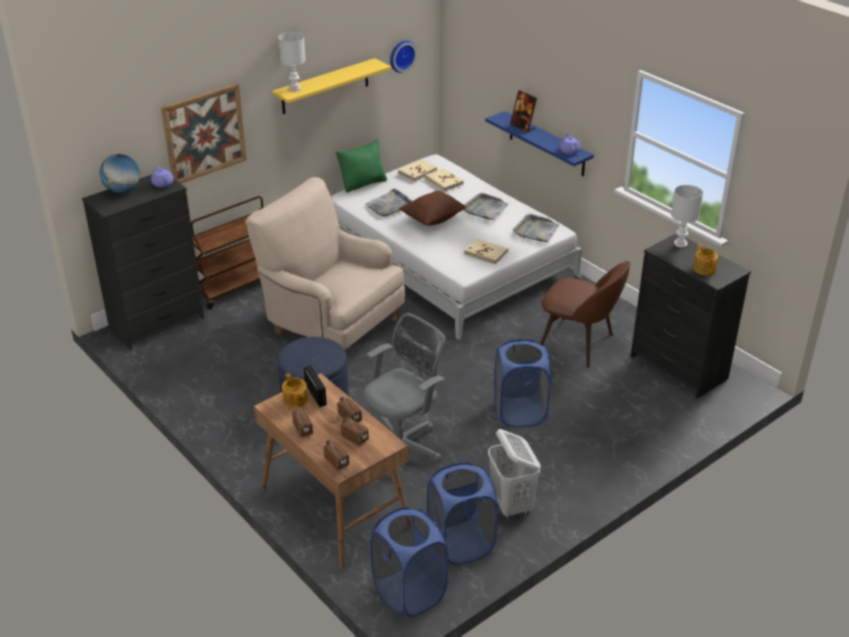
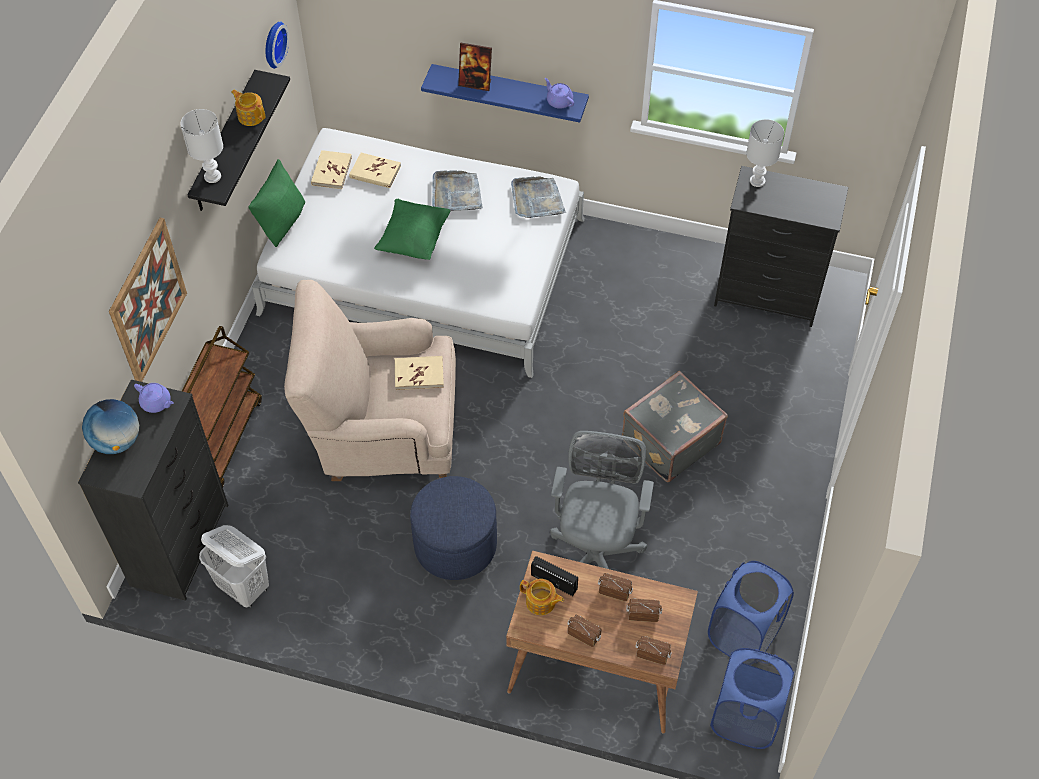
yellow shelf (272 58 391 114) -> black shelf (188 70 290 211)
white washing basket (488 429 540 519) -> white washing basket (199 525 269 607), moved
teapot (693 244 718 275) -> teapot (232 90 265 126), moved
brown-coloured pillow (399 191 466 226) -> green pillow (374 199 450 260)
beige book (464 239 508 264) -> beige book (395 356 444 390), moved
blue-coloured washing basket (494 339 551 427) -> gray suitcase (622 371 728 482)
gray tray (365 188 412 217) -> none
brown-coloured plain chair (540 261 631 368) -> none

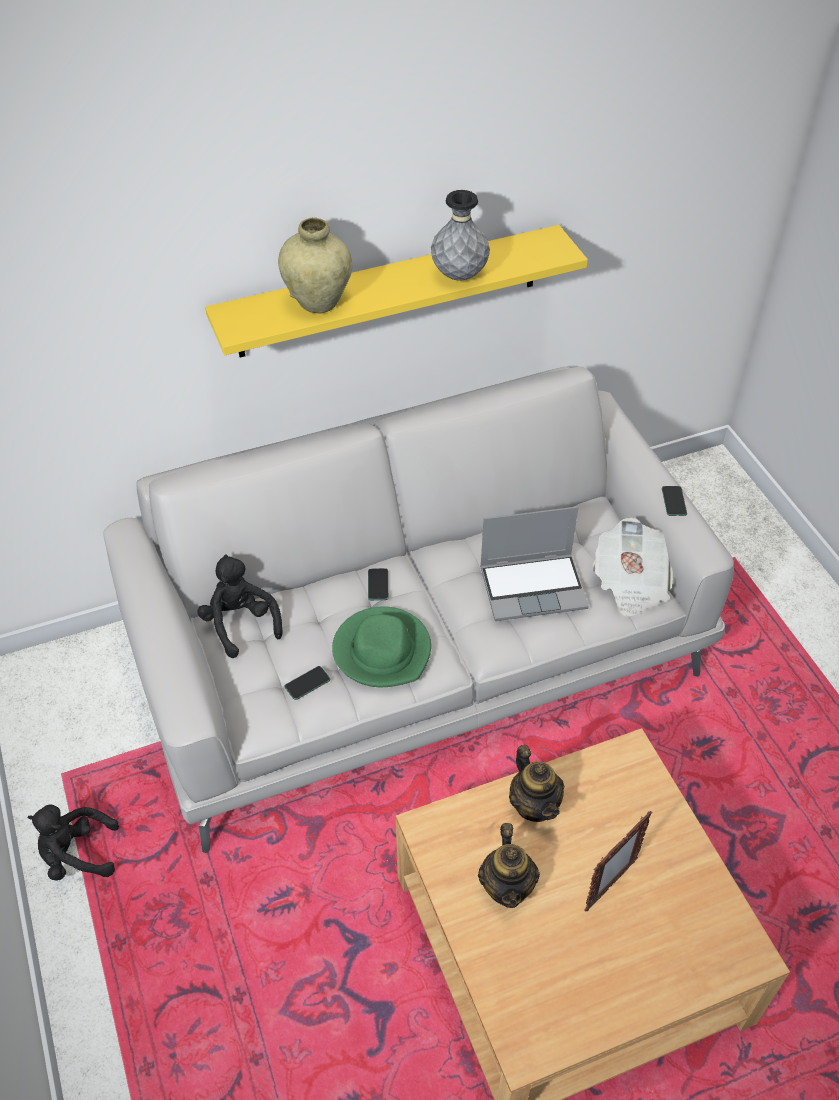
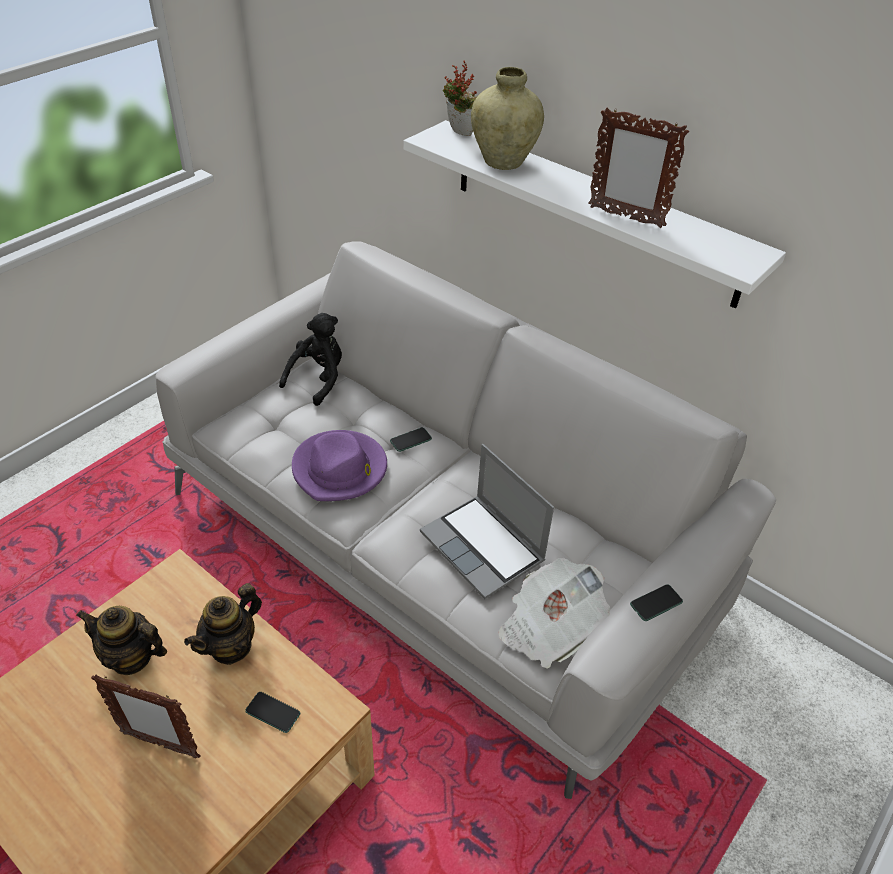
teapot (478 823 540 908) -> teapot (76 606 167 675), 45 degrees clockwise
telephone (284 666 330 700) -> telephone (245 692 300 733), moved
green wearable hat (332 606 431 687) -> purplish wearable hat (292 430 387 501)
yellow shelf (205 225 588 357) -> white shelf (404 120 786 309)
none -> plant in a pot (443 61 477 136)
gray flower vase (431 190 490 281) -> picture frame (588 108 689 228)
black cuddly toy (27 804 119 881) -> none

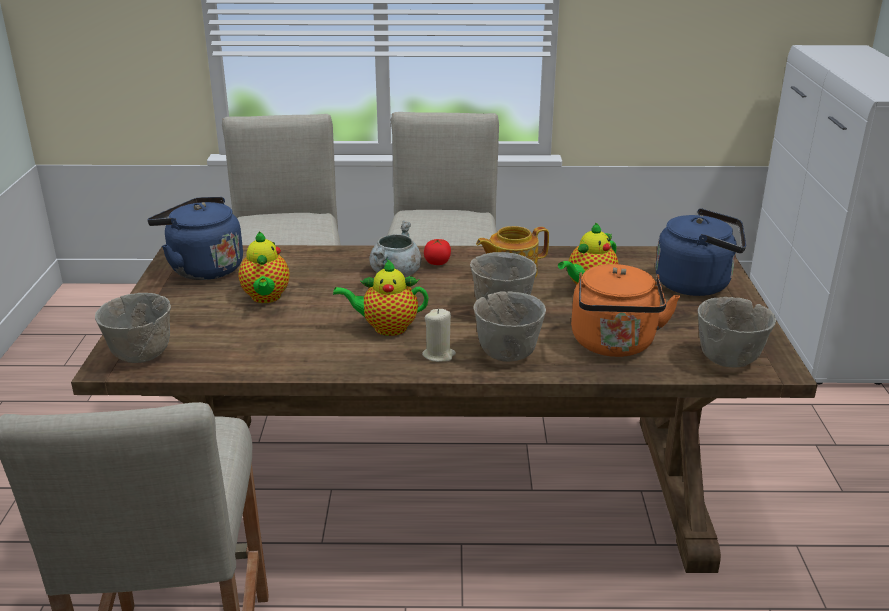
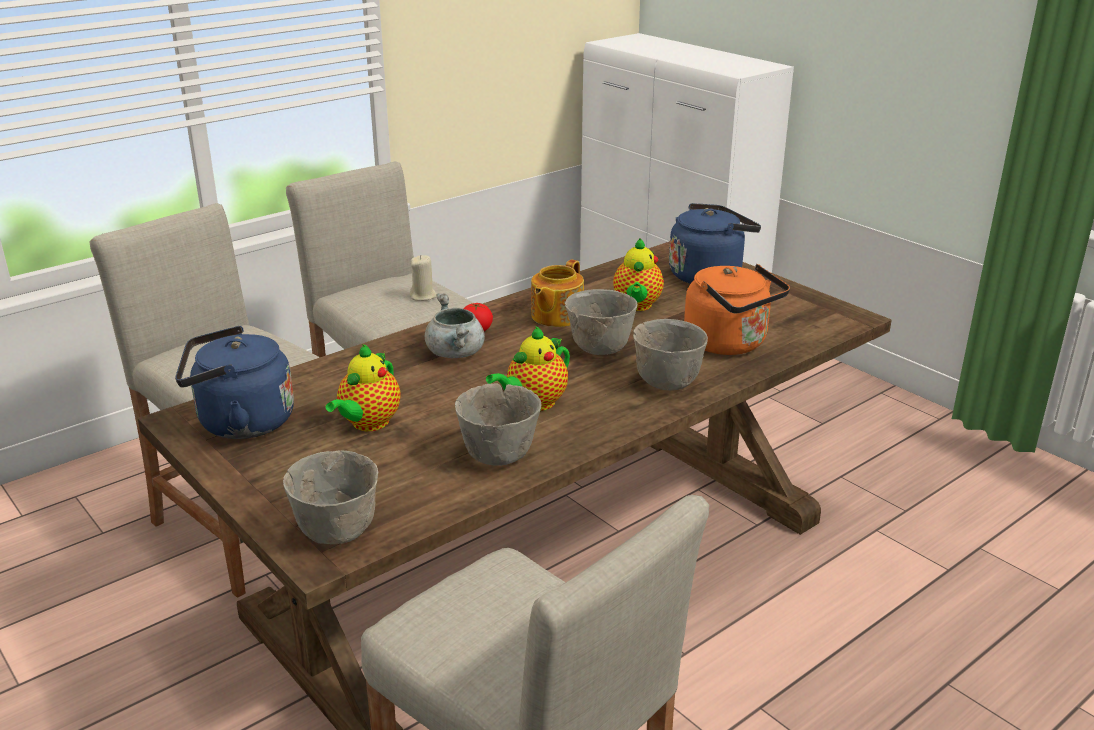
teapot (238 231 290 303) -> teapot (326 344 401 431), 75 degrees clockwise
beige wax light (422 309 456 362) -> beige wax light (410 255 437 301), moved
gray deep dish (698 297 776 367) -> gray deep dish (455 383 541 466), moved

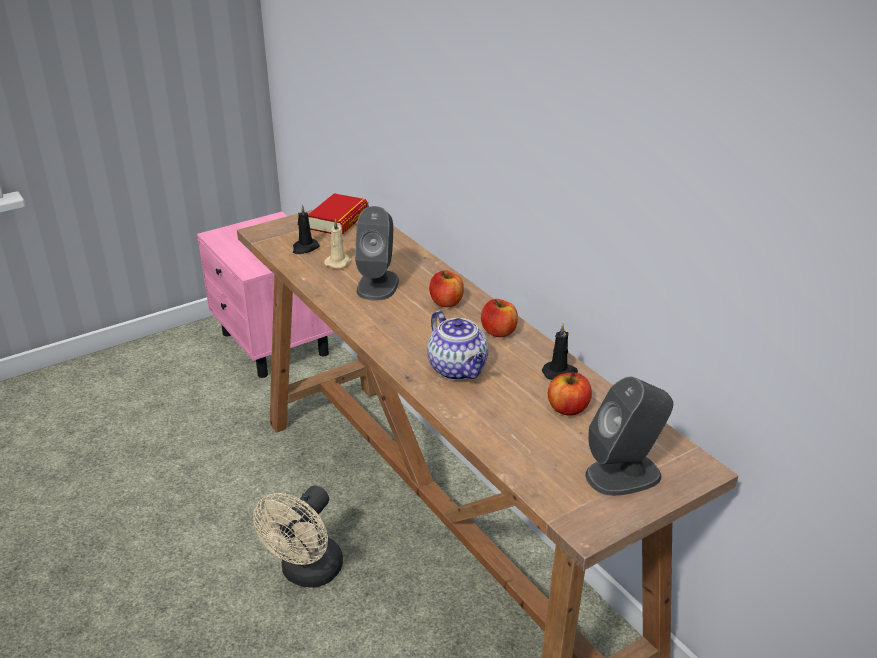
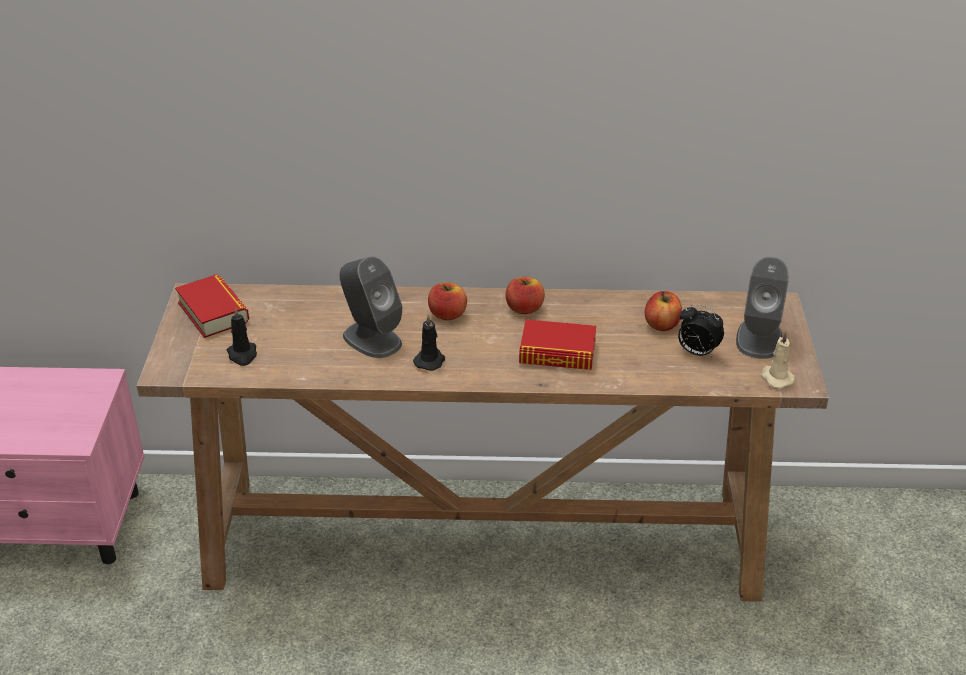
black wax light (542 323 578 380) -> black wax light (413 314 445 371), moved
teapot (427 310 488 380) -> book (519 319 596 370)
none -> bedside clock (678 304 724 358)
beige wax light (324 218 352 269) -> beige wax light (761 331 795 389), moved
beige cooling fan (253 486 343 588) -> none

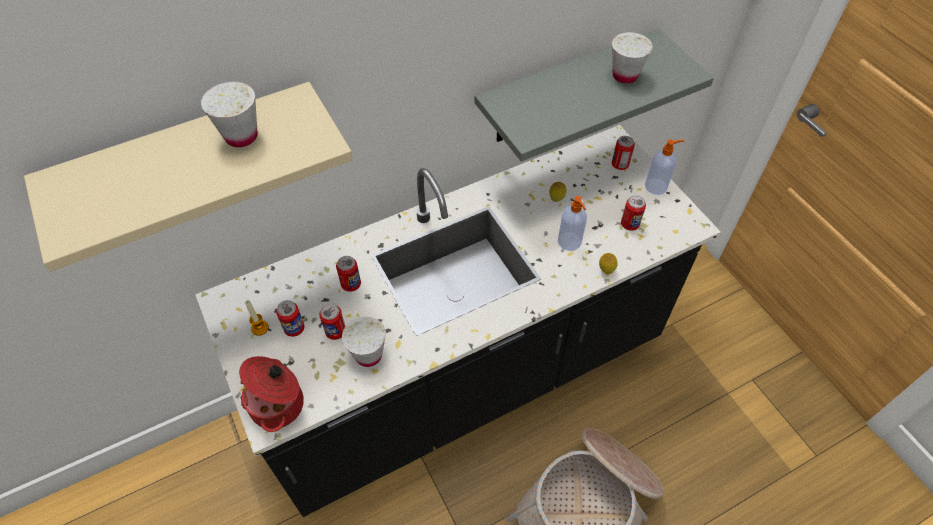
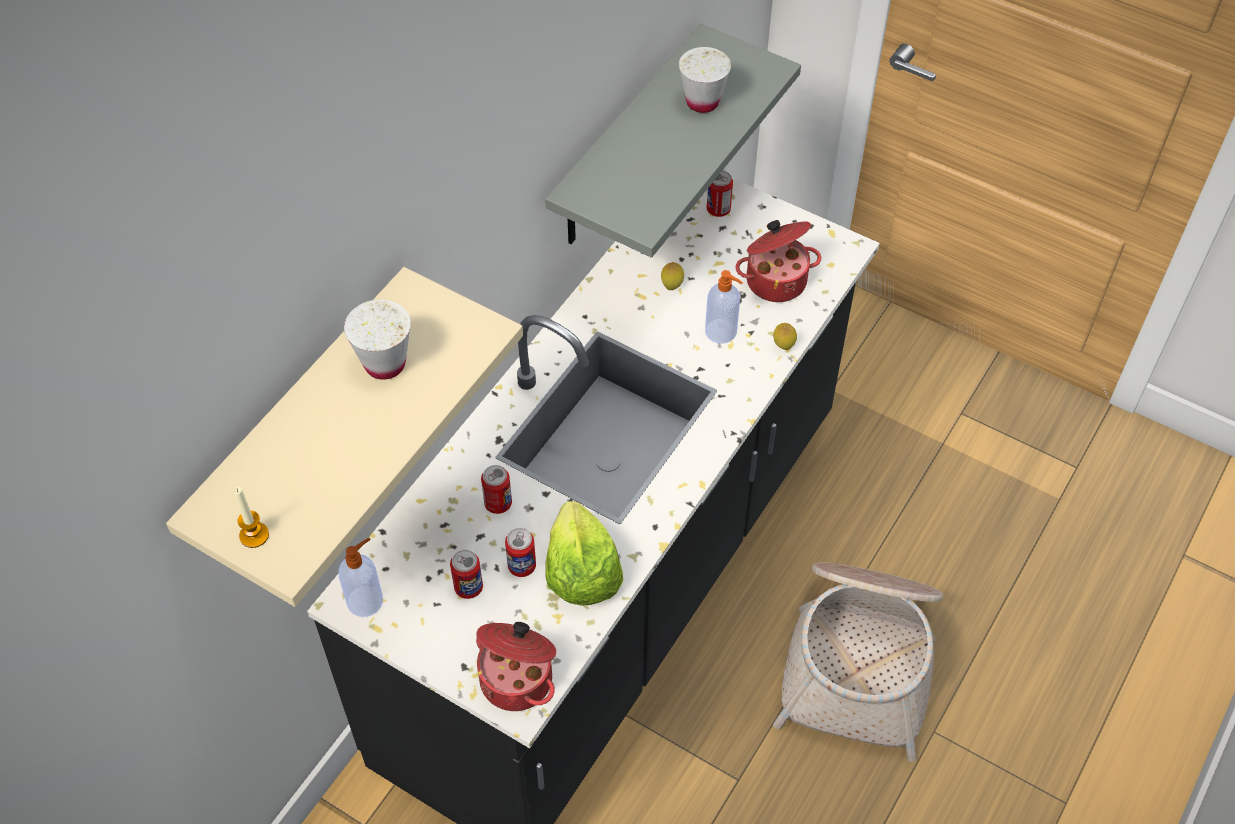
wax light (245 300 269 336) -> wax light (234 487 269 548), moved
soap dispenser (645 140 684 195) -> soap dispenser (339 538 383 617), moved
white drinking cup (342 317 386 367) -> head of lettuce (545 501 623 606)
metal can (621 195 646 231) -> cooking pot (735 220 821 302)

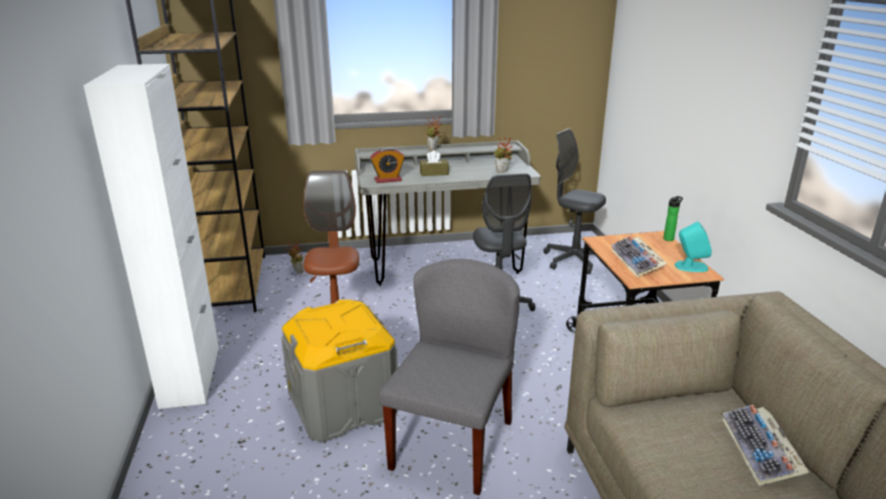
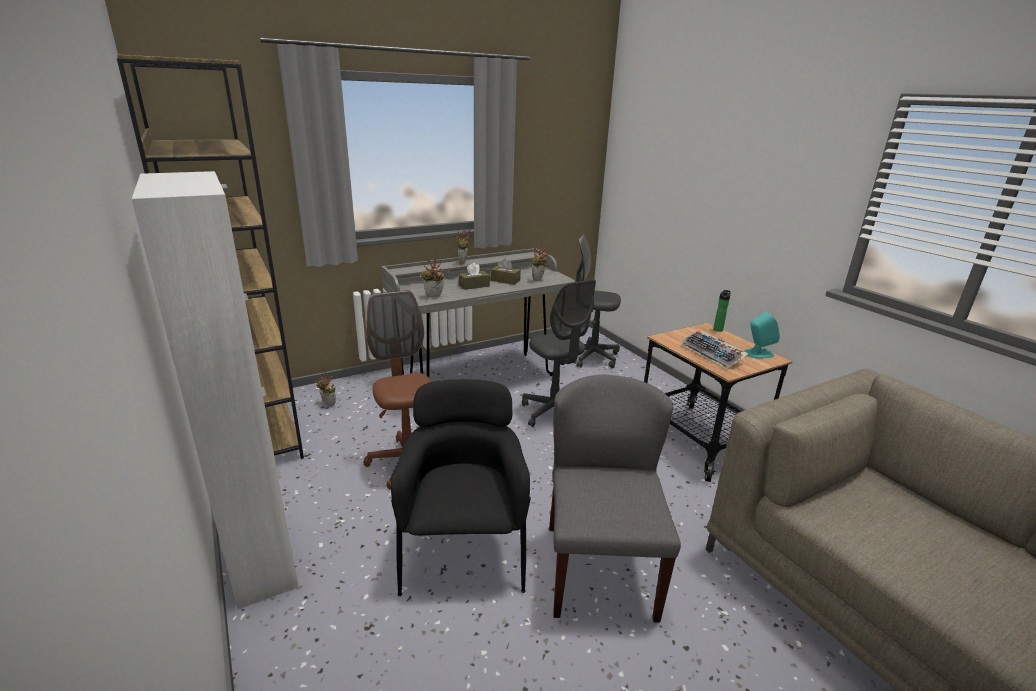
gray storage box (282 300 398 442) -> black easy chair (391 379 531 596)
bedside clock (370 147 404 183) -> plant in a pot (420 258 444 297)
none -> brown-coloured tissue box (490 259 521 285)
computer keyboard (722 405 809 486) -> none

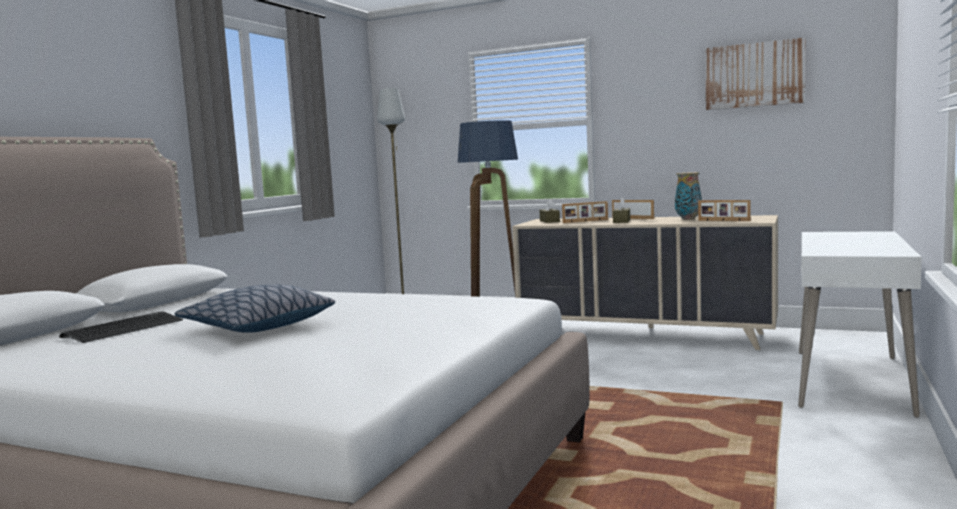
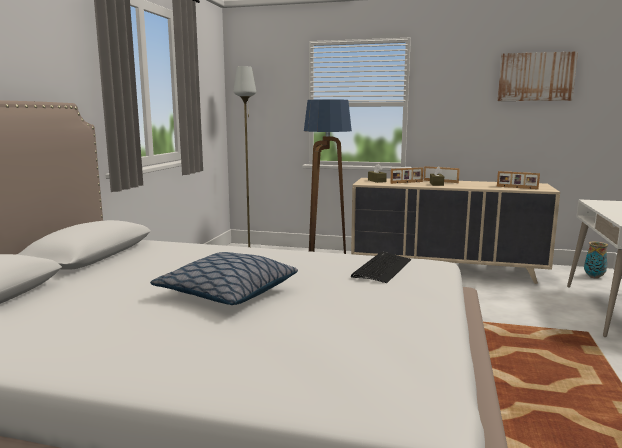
computer keyboard (59 311 183 343) -> computer keyboard (351 252 411 283), moved
flower vase (675 172 702 219) -> flower vase (584 242 608 279), moved

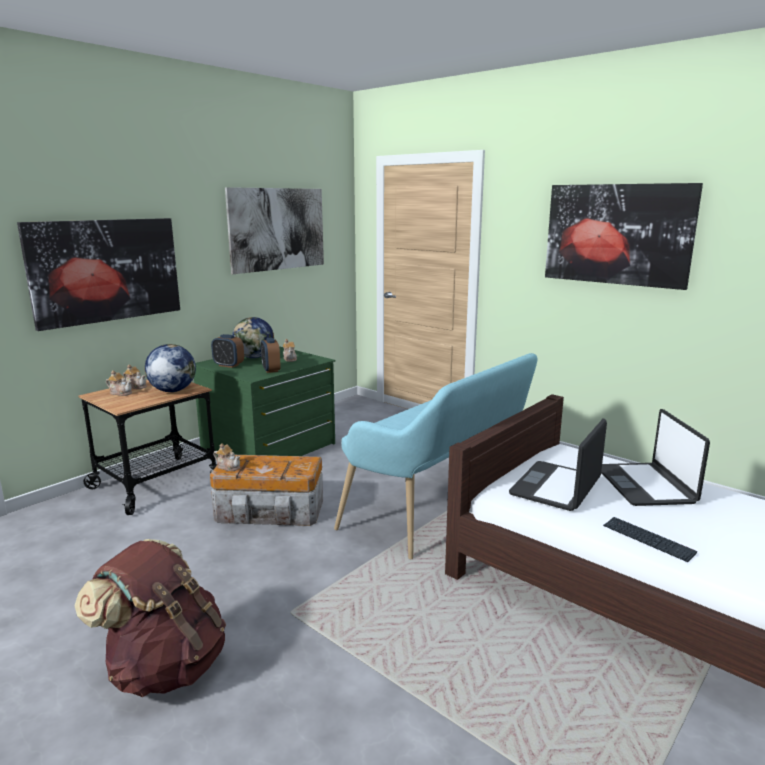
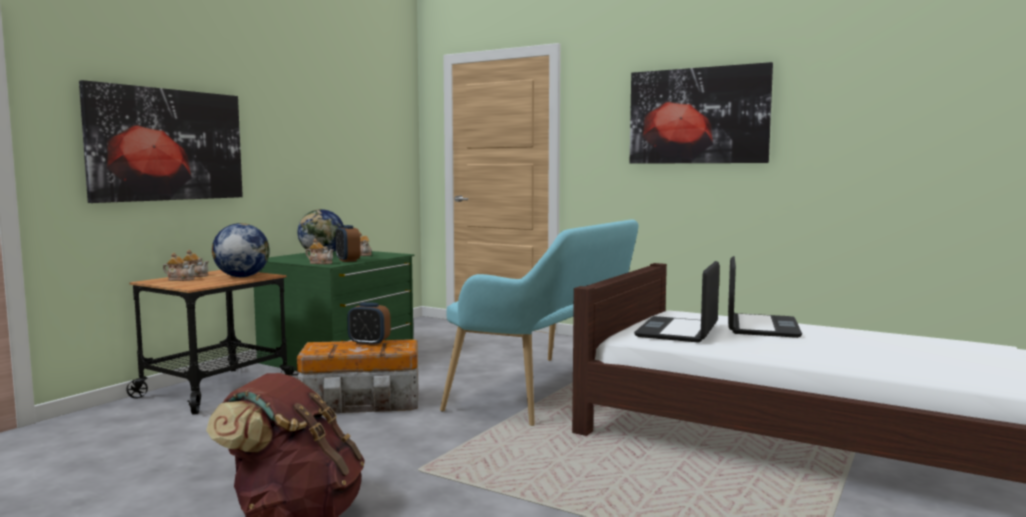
teapot (214 443 240 471) -> teapot (305 239 334 264), moved
bedside clock (211 334 244 368) -> bedside clock (347 302 391 346), moved
notebook computer (601 409 710 506) -> notebook computer (728 256 802 338), 150 degrees counterclockwise
wall art (225 187 324 274) -> none
computer keyboard (603 517 697 562) -> none

